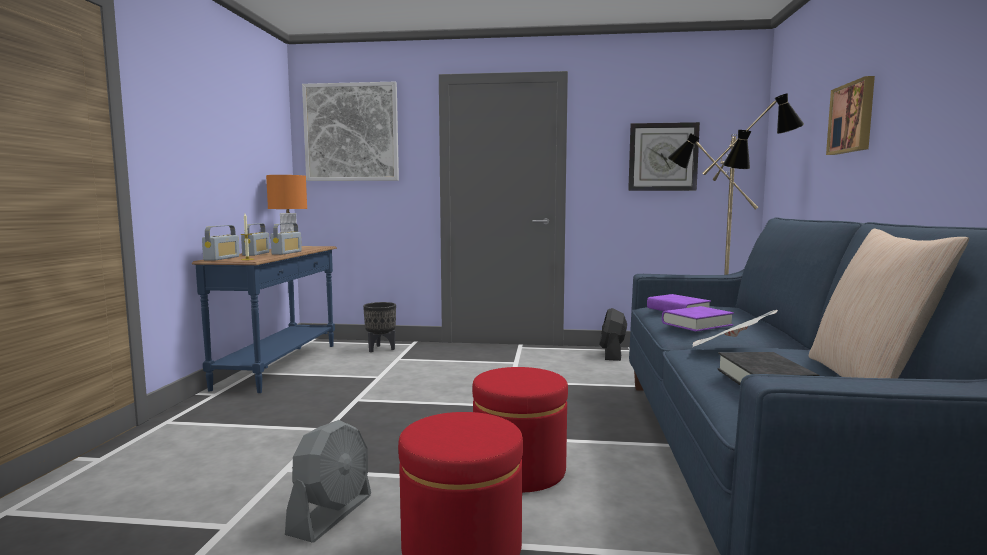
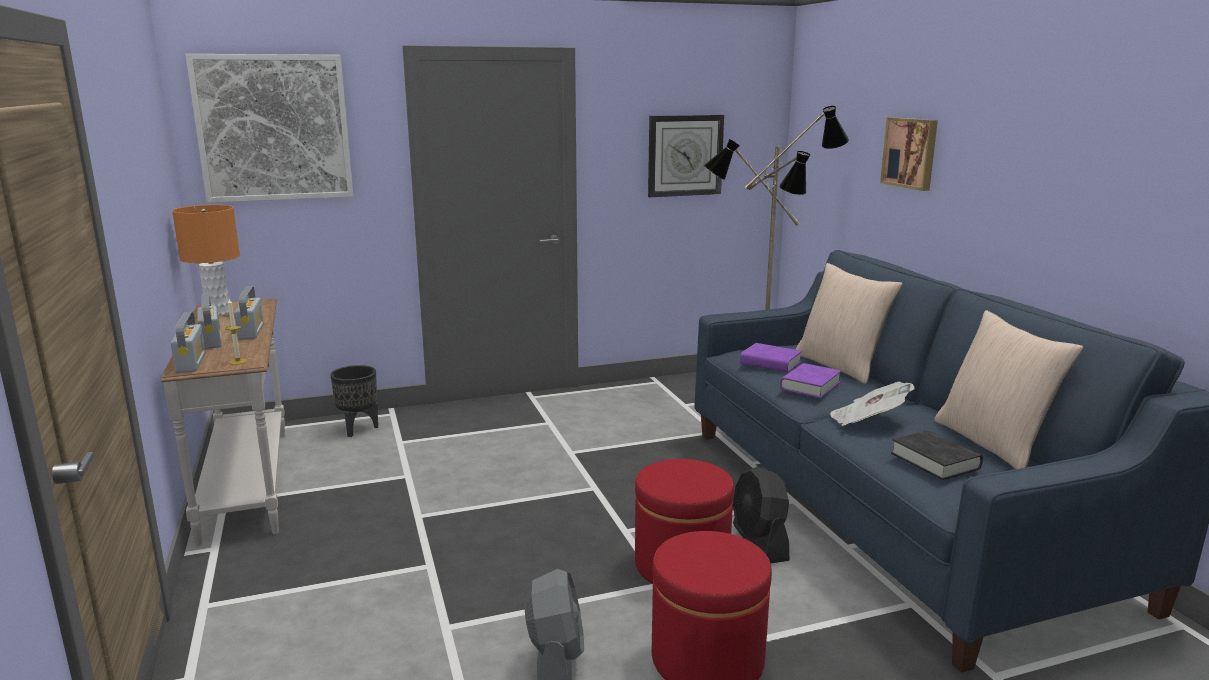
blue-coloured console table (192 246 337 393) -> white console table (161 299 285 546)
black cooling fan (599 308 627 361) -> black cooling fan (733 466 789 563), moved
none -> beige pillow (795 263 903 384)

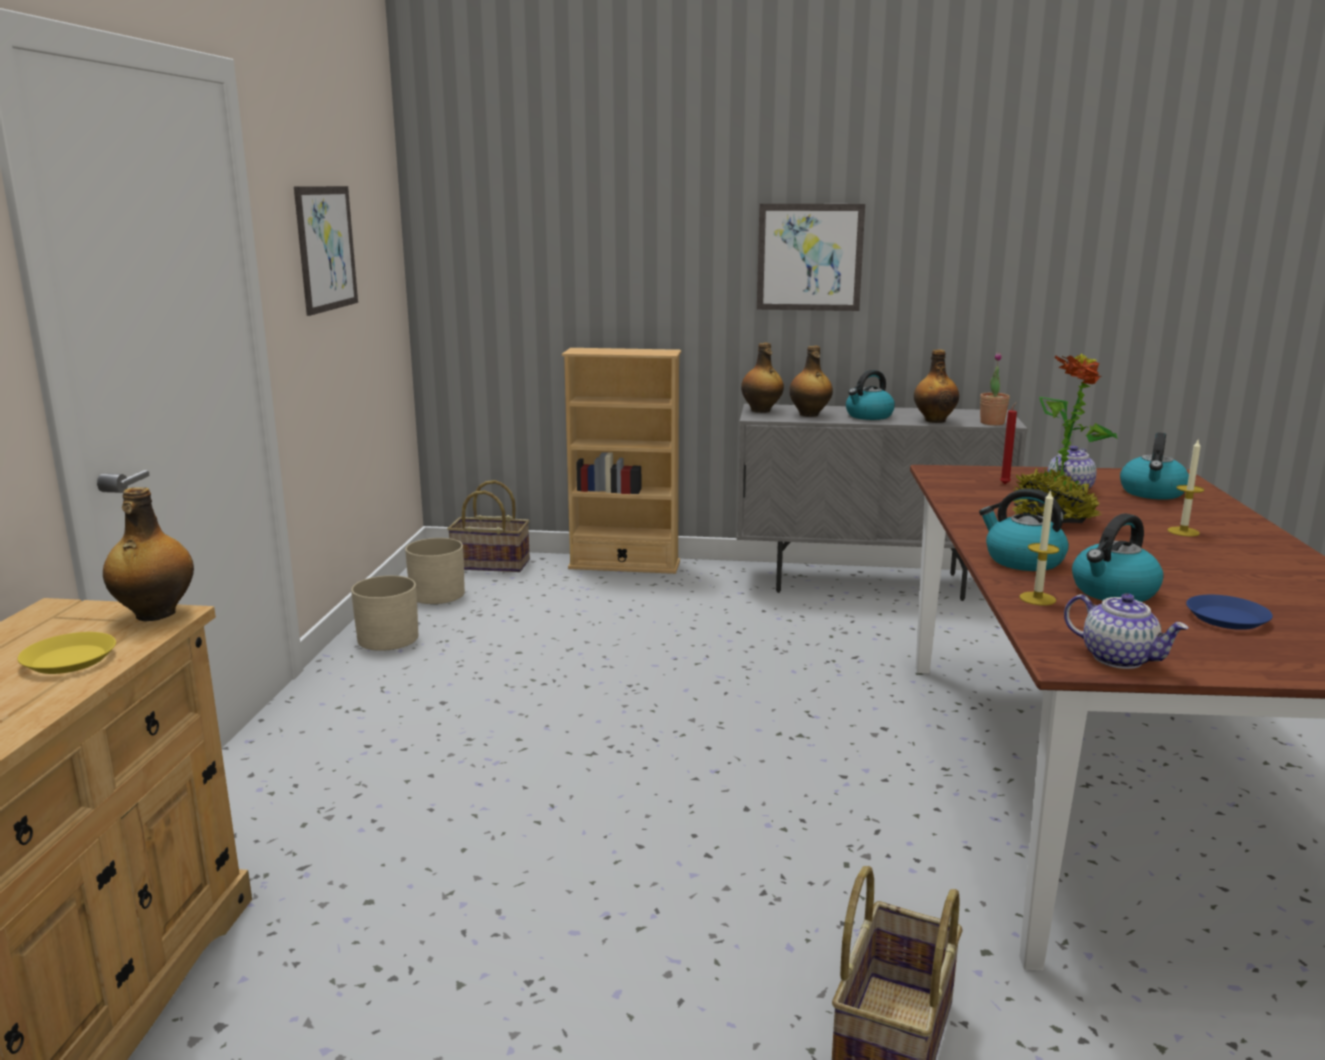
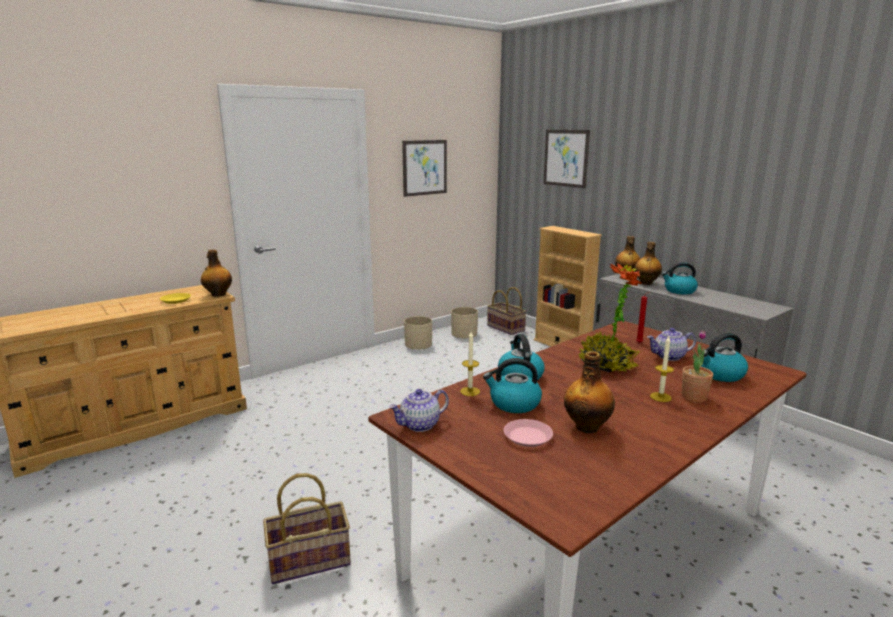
teapot (1064 593 1189 669) -> teapot (389 389 449 432), 60 degrees clockwise
blue-coloured plate (1186 595 1273 630) -> pinkish plate (504 419 553 447)
wall art (757 204 865 311) -> wall art (543 130 590 188), moved
drink bottle (914 350 959 423) -> drink bottle (564 351 615 433), moved
plant in a pot (980 352 1010 425) -> plant in a pot (682 330 713 403), moved

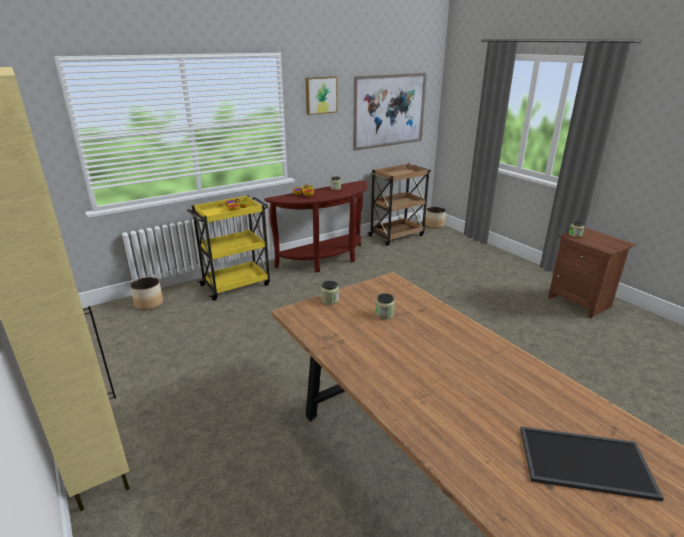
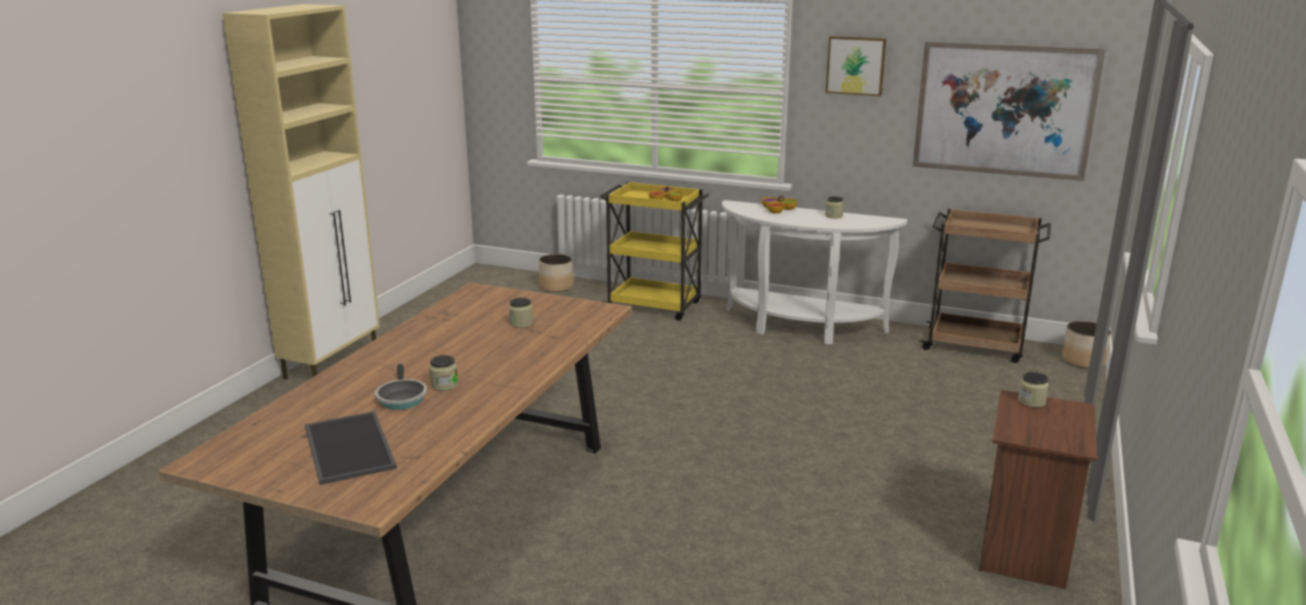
none -> pan (375 364 427 410)
preserve jar (321 280 339 305) -> preserve jar (429 355 458 391), moved
brown-coloured console table (264 180 368 272) -> white console table (722 200 908 344)

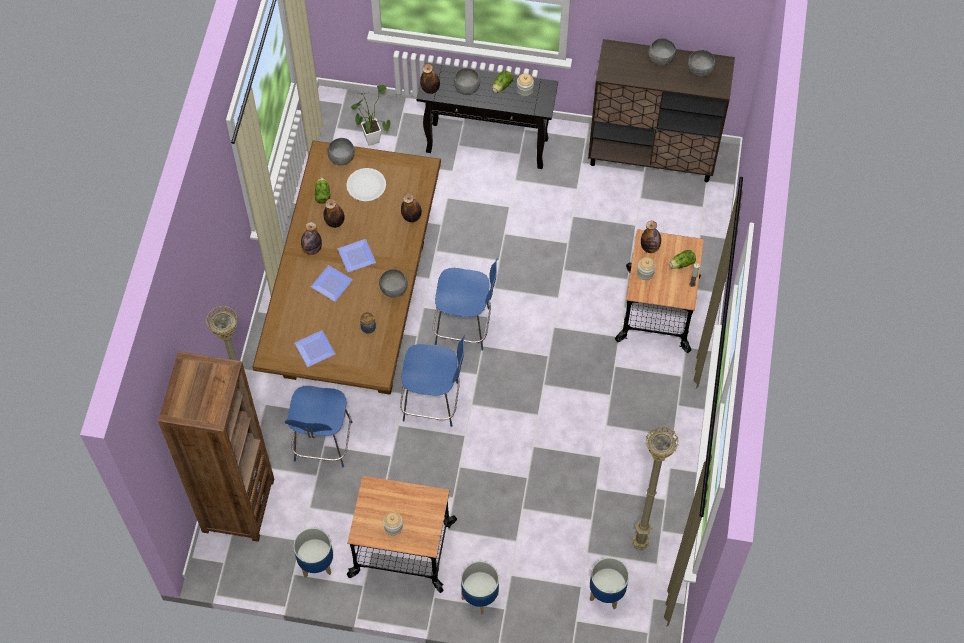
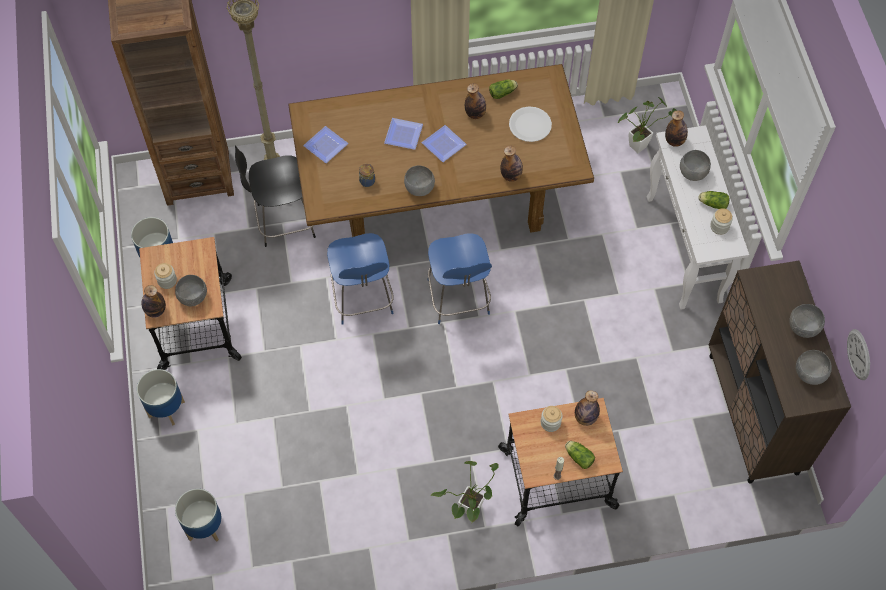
drink bottle (301 222 322 255) -> drink bottle (142 285 166 318), moved
gray deep dish (327 138 355 166) -> gray deep dish (175 275 207 306), moved
blue-coloured plain chair (285 386 353 467) -> black plain chair (235 145 316 247)
none -> plant in a pot (431 461 499 523)
black console table (416 63 558 169) -> white console table (647 125 749 309)
none -> wall clock (847 329 870 380)
beige floor lamp (632 426 679 550) -> none

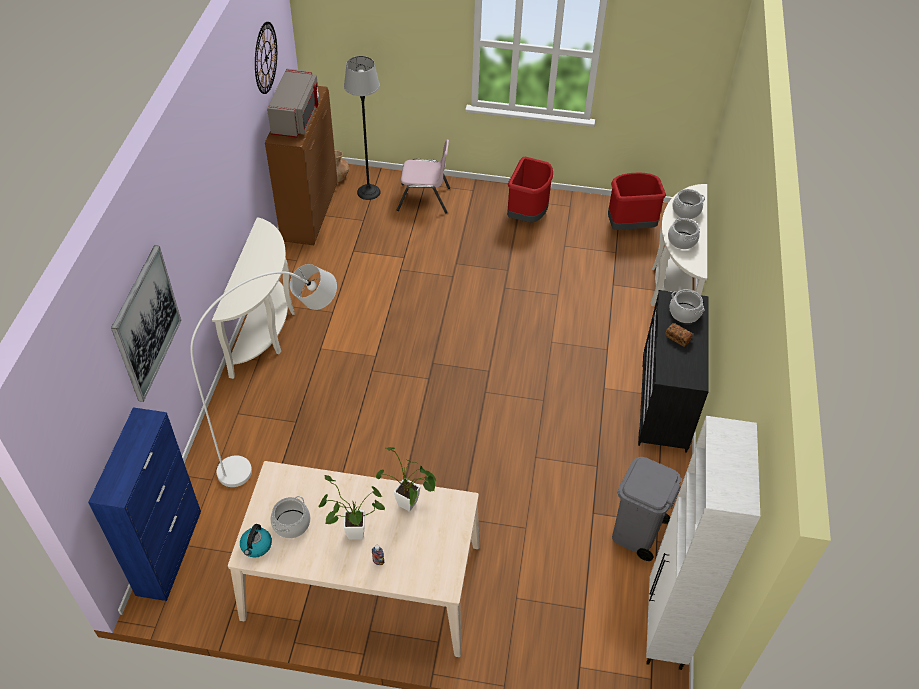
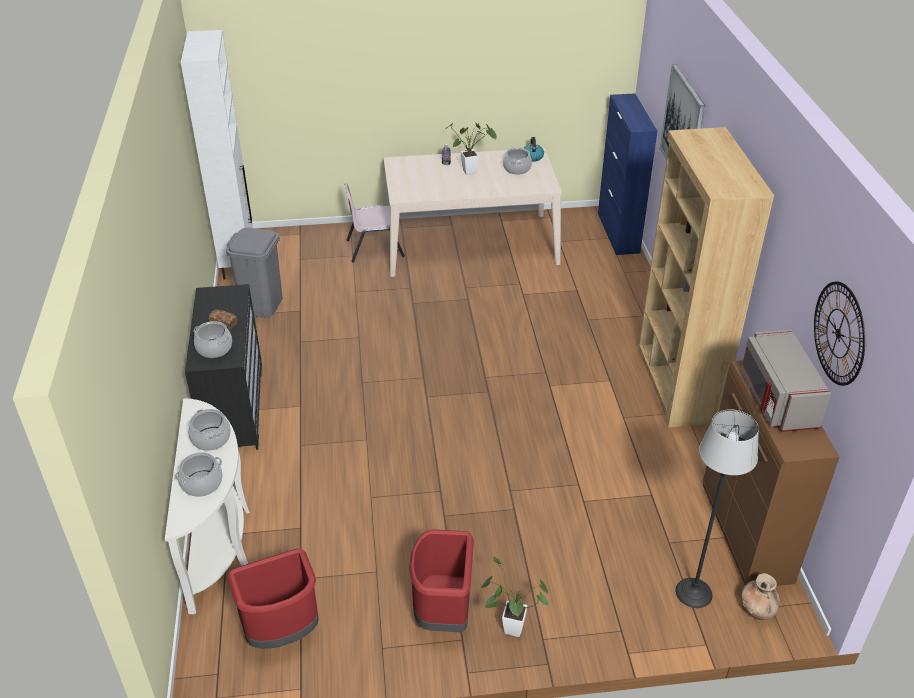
pinkish plain chair (397 139 450 213) -> pinkish plain chair (344 183 405 262), moved
plant in a pot (376 447 436 512) -> plant in a pot (481 557 549 637), moved
white console table (212 217 295 379) -> brown-coloured bookcase (638 127 774 428)
white floor lamp (190 264 337 487) -> none

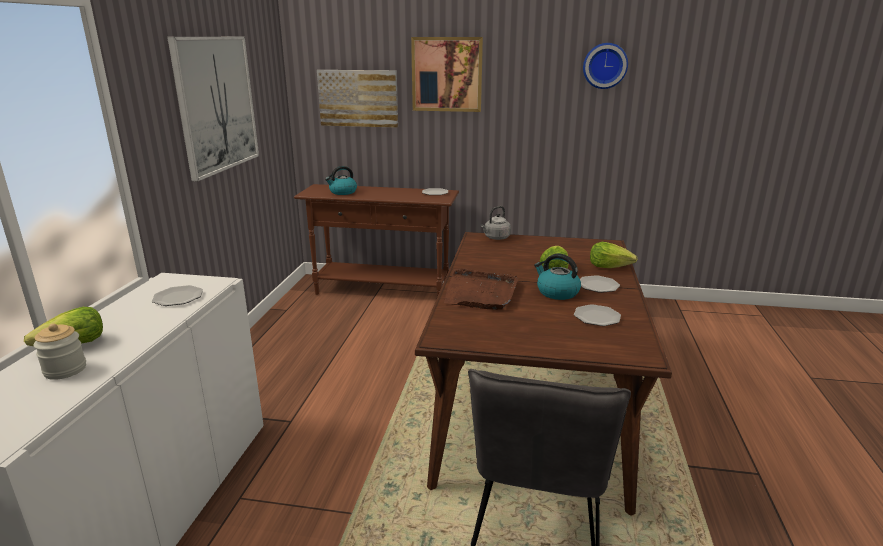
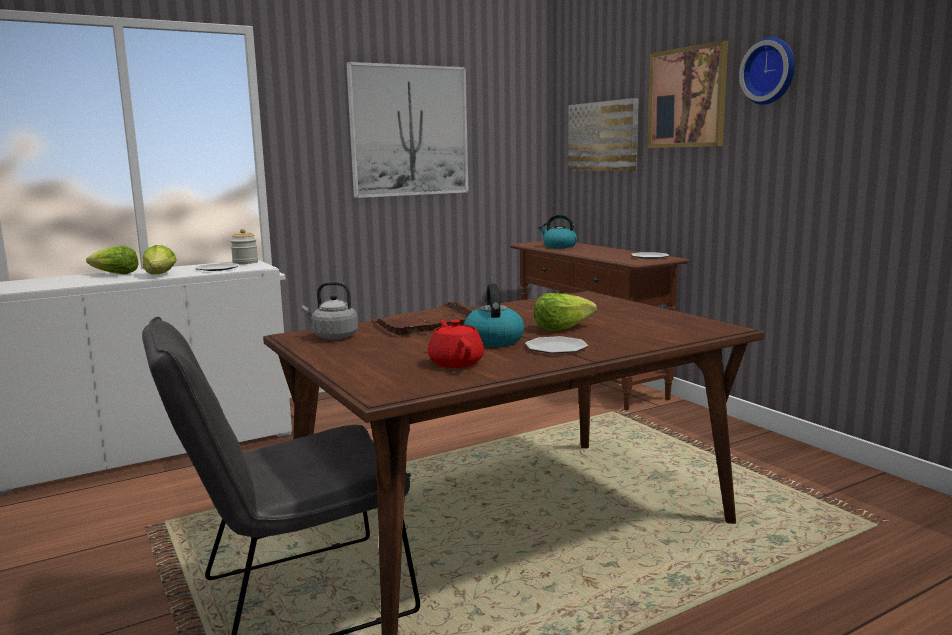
head of lettuce (590 242 638 268) -> head of lettuce (143 245 177 275), moved
preserve jar (33 324 86 380) -> preserve jar (230 229 258 264), moved
gray water kettle (481 206 511 240) -> gray water kettle (302 282 358 340), moved
plate (574 304 621 326) -> red-coloured teapot (428 320 484 368)
wall clock (583 43 628 89) -> wall clock (739 37 795 105), moved

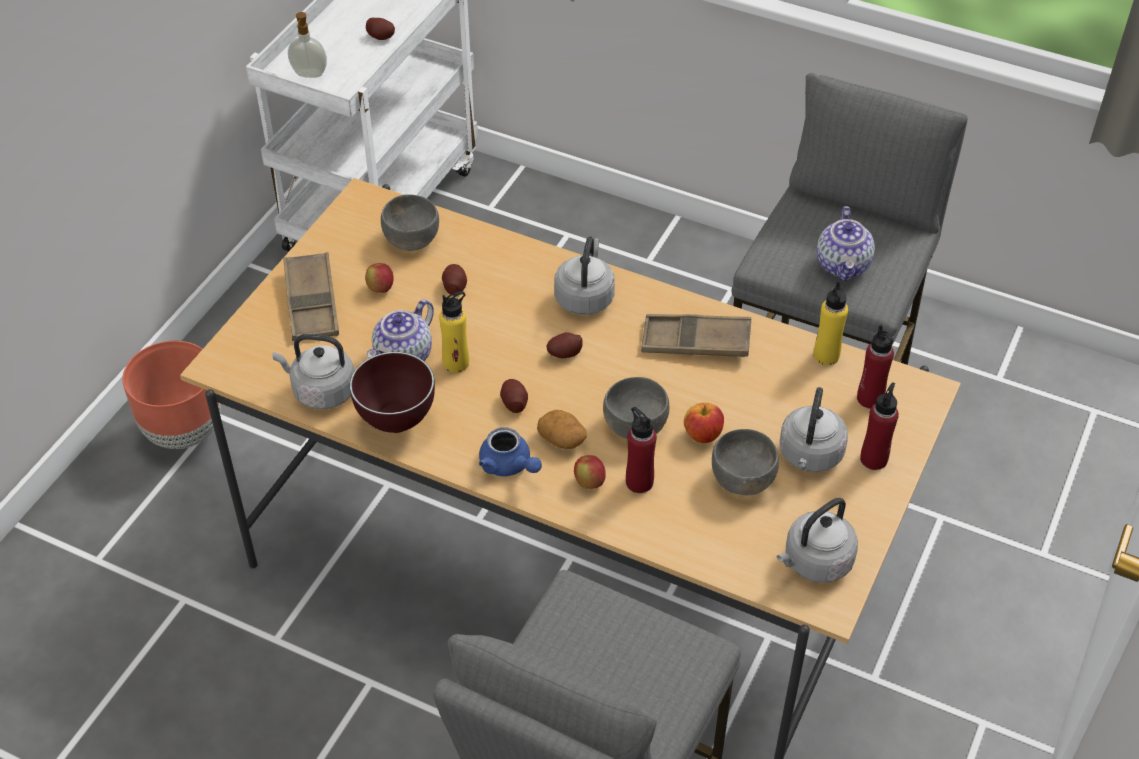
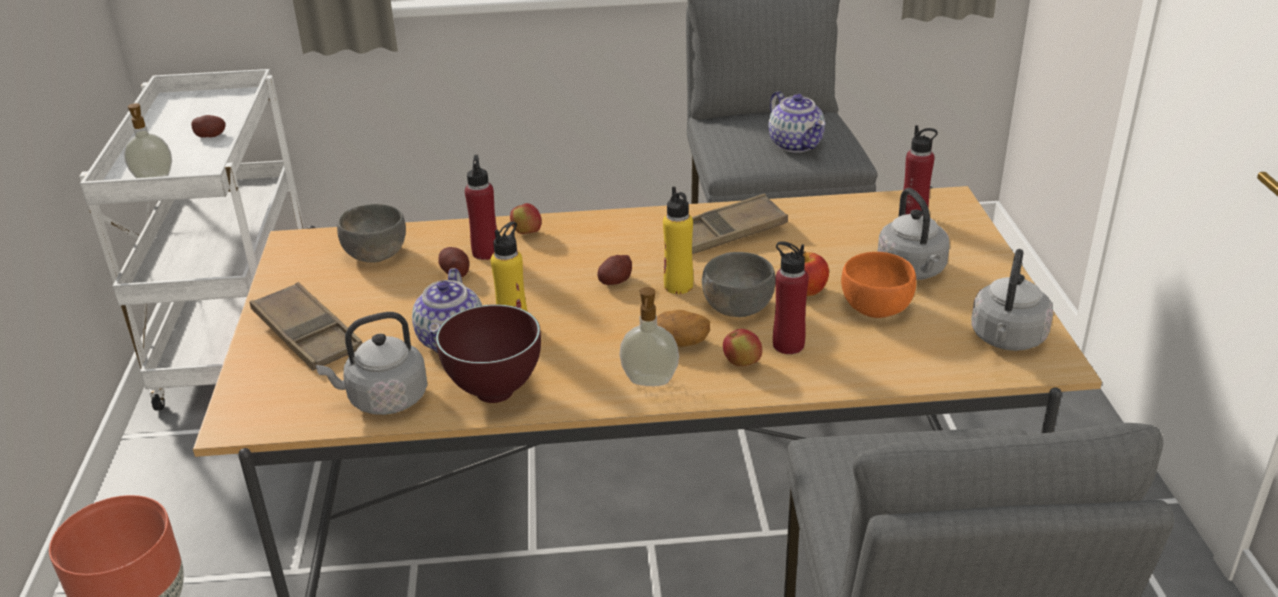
red-coloured drink bottle (860 382 899 470) -> red-coloured drink bottle (465 155 497 260), moved
whole apple (365 263 394 293) -> whole apple (510 203 542 234), moved
blue-coloured teapot (479 427 542 476) -> soap dispenser (619 287 679 386)
yellow drink bottle (814 281 848 365) -> yellow drink bottle (663 186 693 294), moved
gray deep dish (712 429 779 495) -> orange deep dish (841 252 916 318)
whole potato (500 379 528 413) -> none
gray water kettle (554 237 615 315) -> none

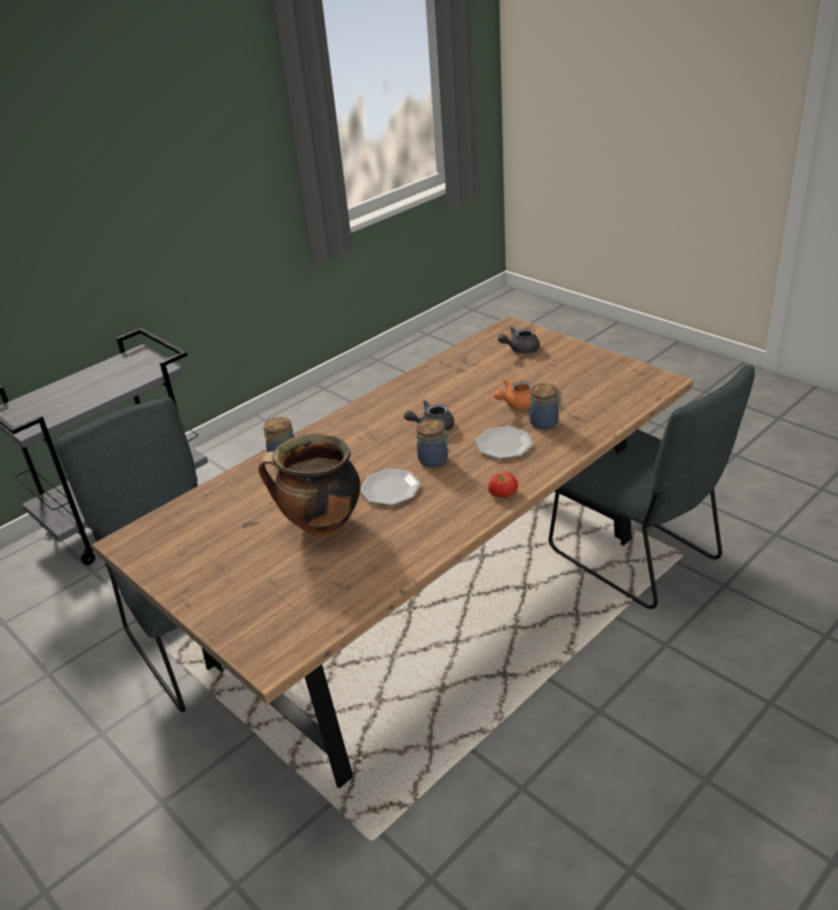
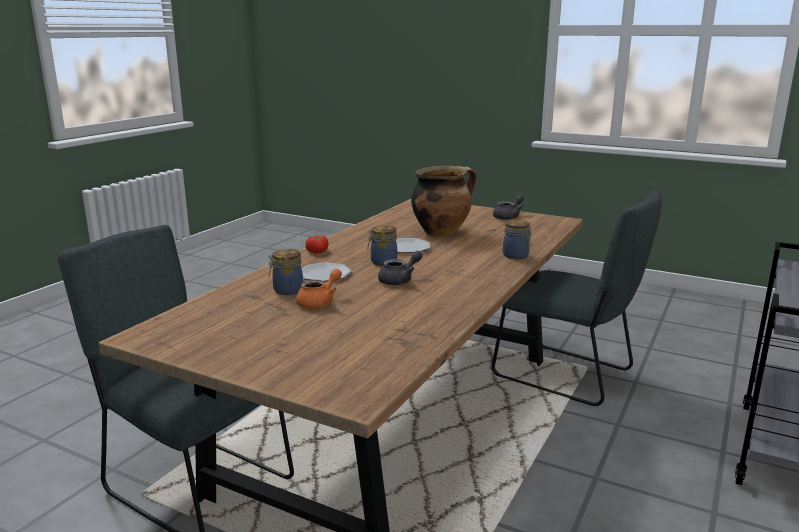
gray teapot (498 326 540 354) -> gray teapot (493 195 523 220), moved

